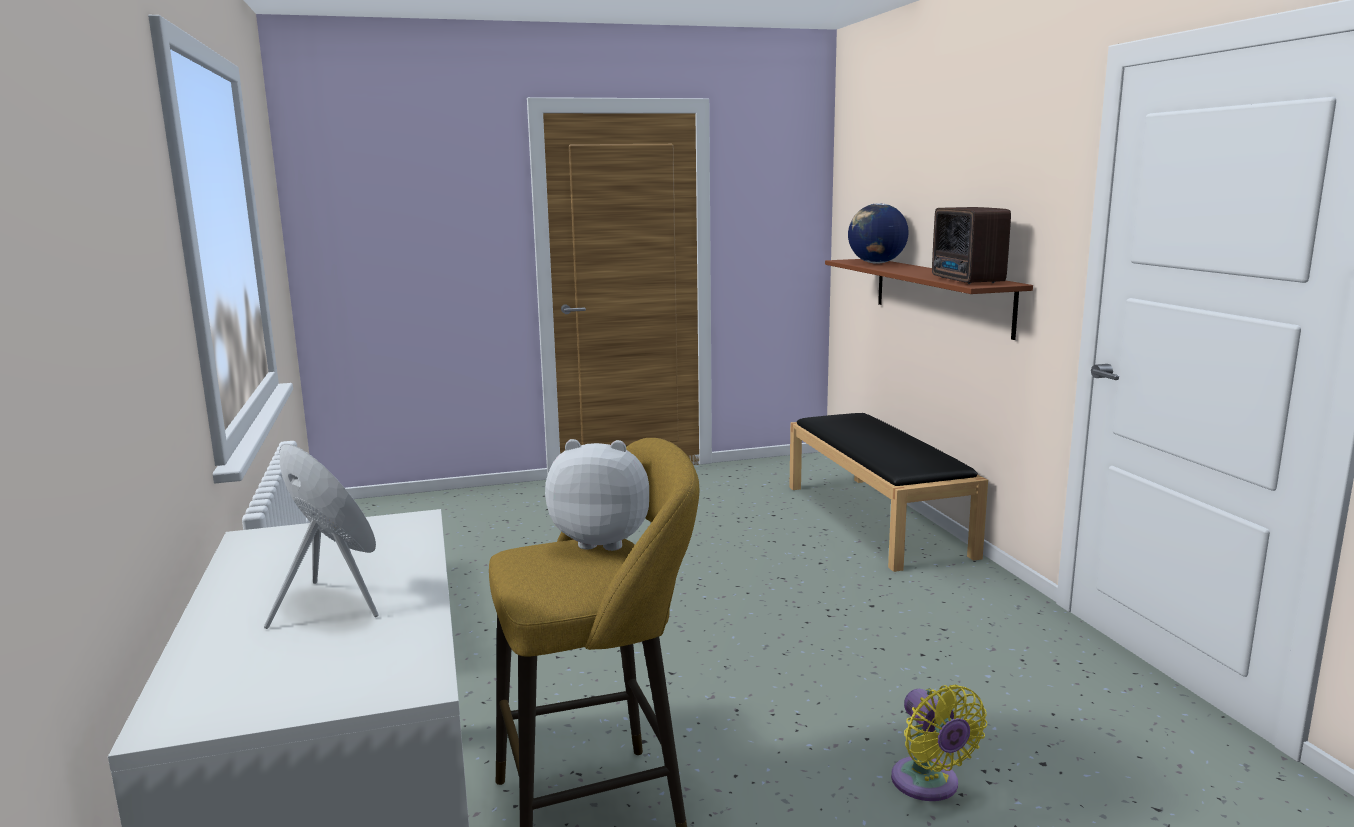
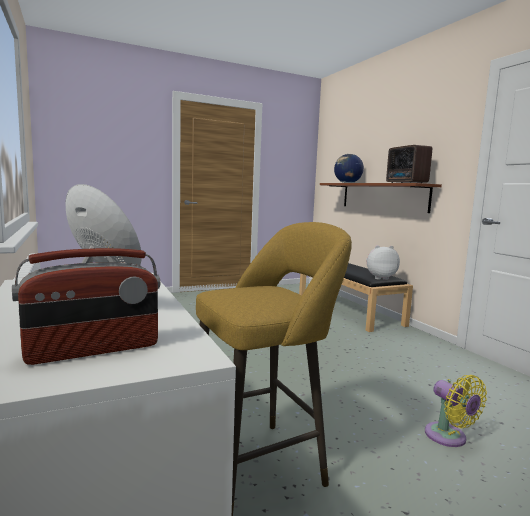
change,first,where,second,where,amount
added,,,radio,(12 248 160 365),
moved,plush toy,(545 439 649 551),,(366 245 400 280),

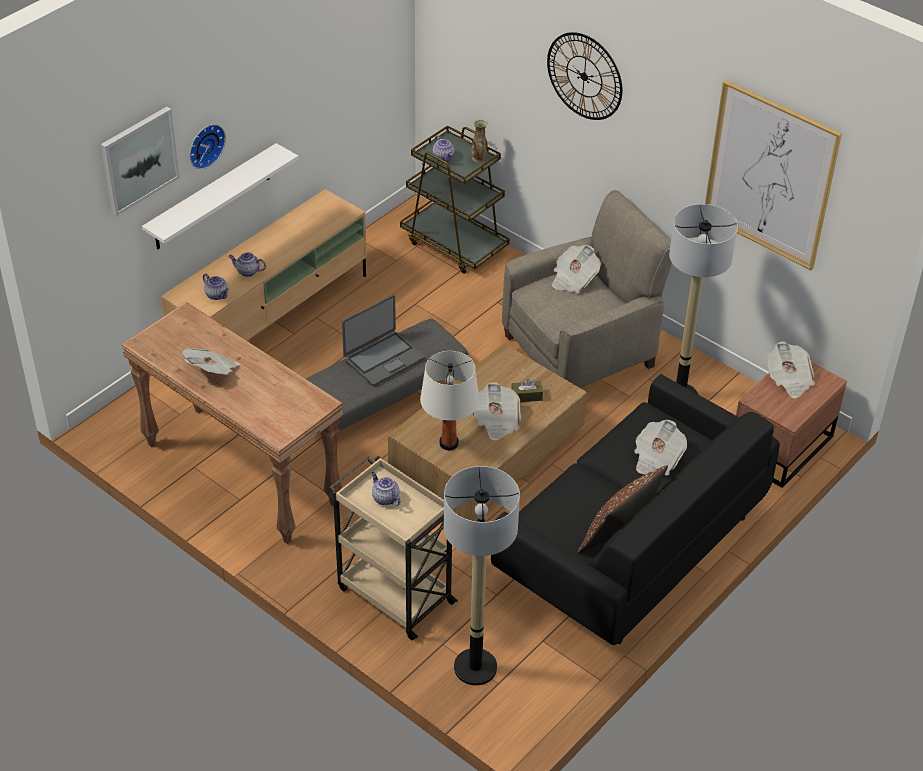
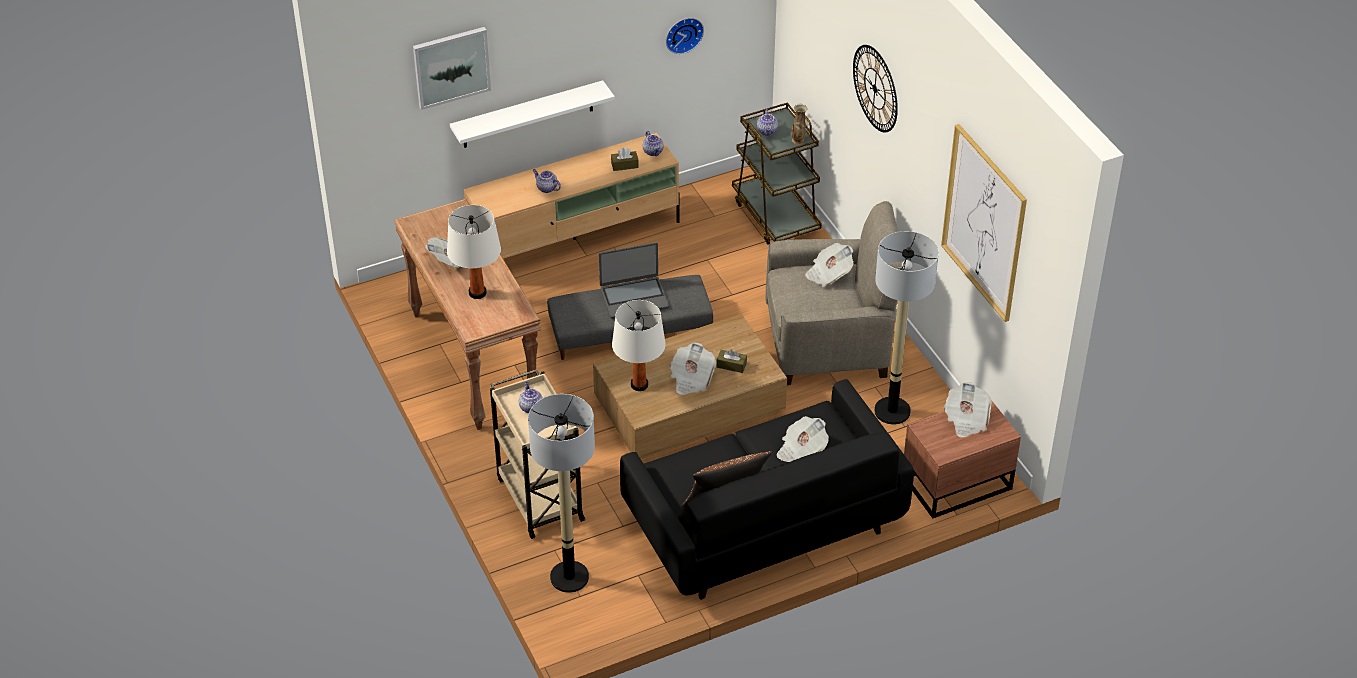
change,first,where,second,where,amount
added,,,white table lamp,(447 205 501 299),
added,,,brown tissue box,(611 148 639 171),
moved,teapot,(203 273 229 300),,(643 131 664 156),
moved,wall clock,(190 124 226 169),,(666 18 704 54),

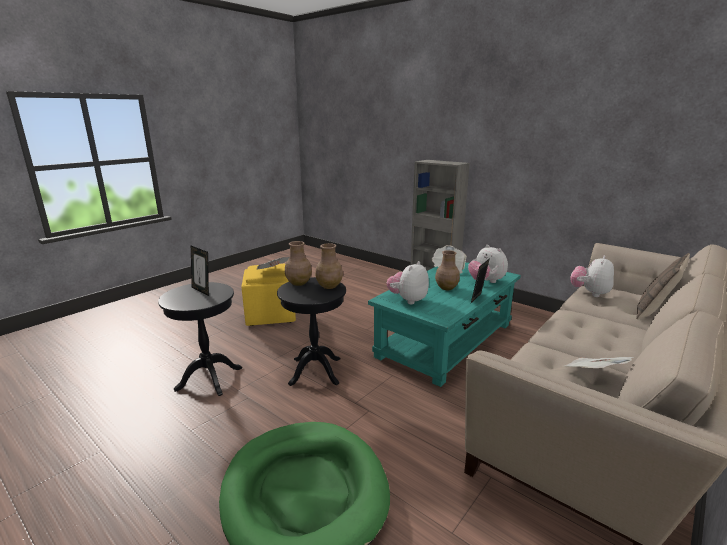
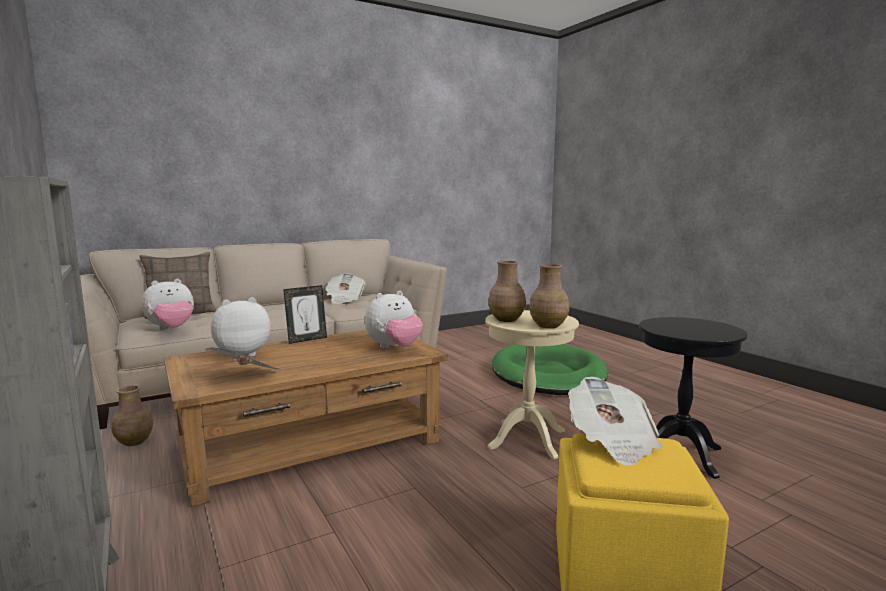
change,first,where,second,where,amount
moved,brown vase,(435 250 460 290),,(111 385 153 446),
recoloured,turquoise coffee table,(368 262 521 387),brown coffee table,(164 330 448 507),
turned,plush toy,(468 245 508 283),,(211 297 271 359),105 degrees counterclockwise
recoloured,black side table,(277 277 346 386),beige side table,(485 310 579 459),
removed,picture frame,(191 246 209 296),,,

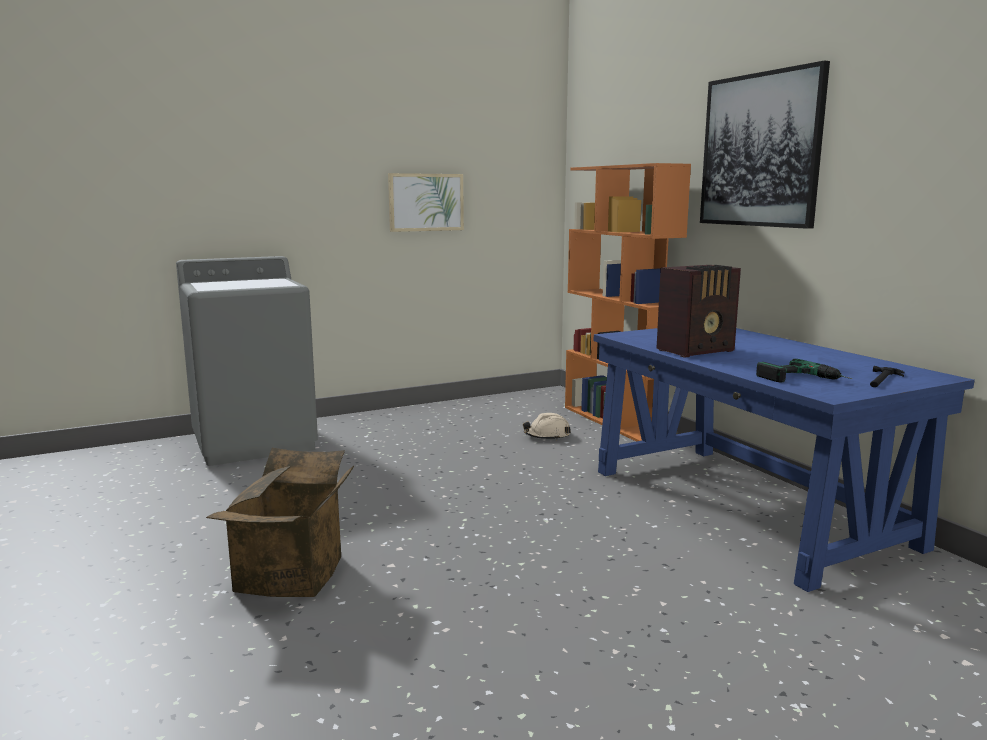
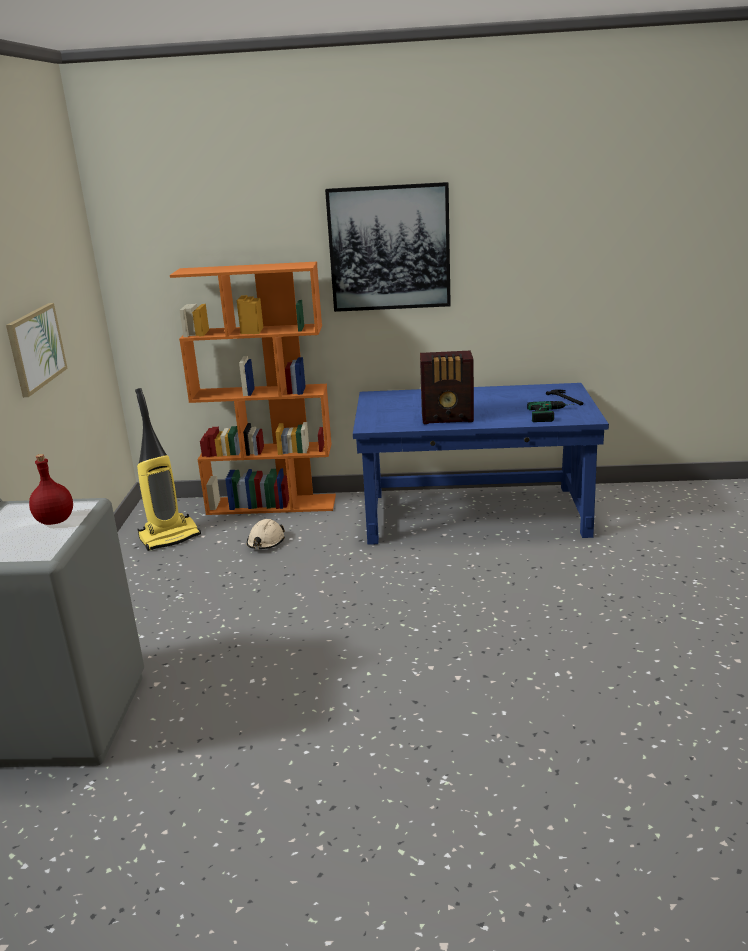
change,first,where,second,where,amount
added,,,red bottle,(29 454 73 525),
added,,,vacuum cleaner,(135 388 201 551),
turned,radio,(657 265 741 358),,(420 350 474 424),90 degrees clockwise
removed,cardboard box,(206 448 354 597),,,

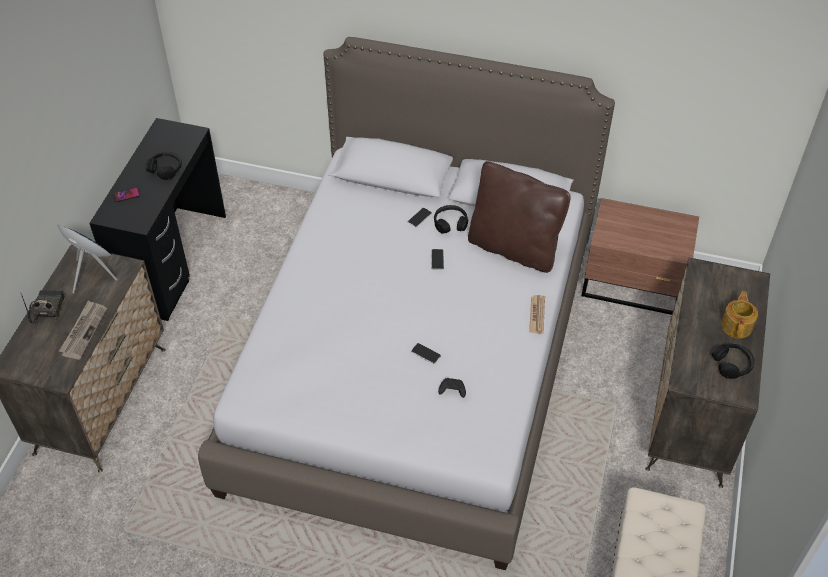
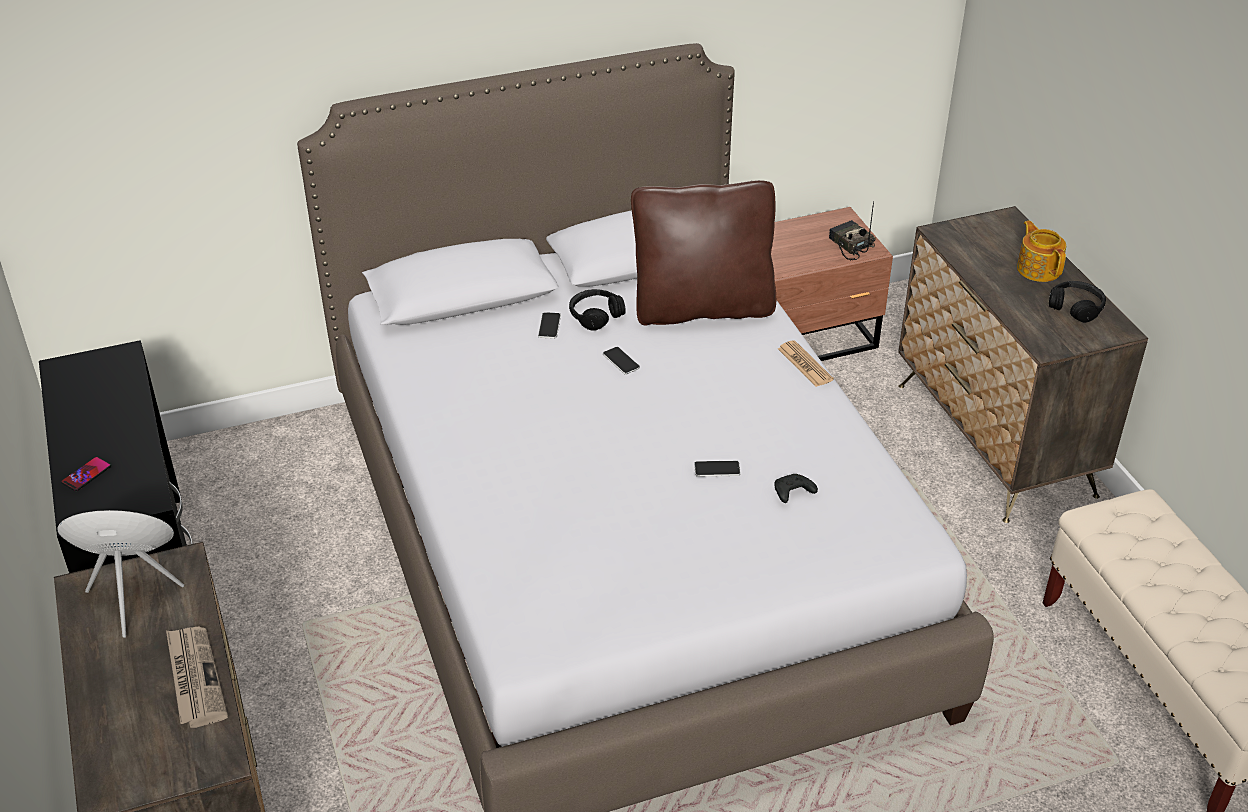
change,first,where,second,where,amount
moved,radio,(21 290 65 324),,(829 201 876 260),
removed,black headphones,(146 152 182 180),,,

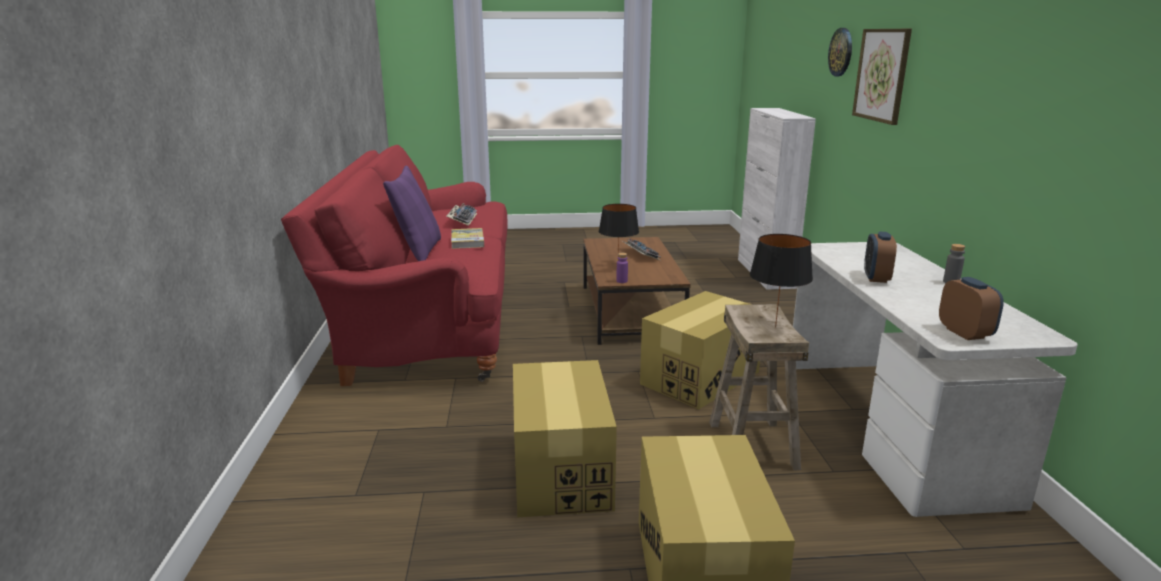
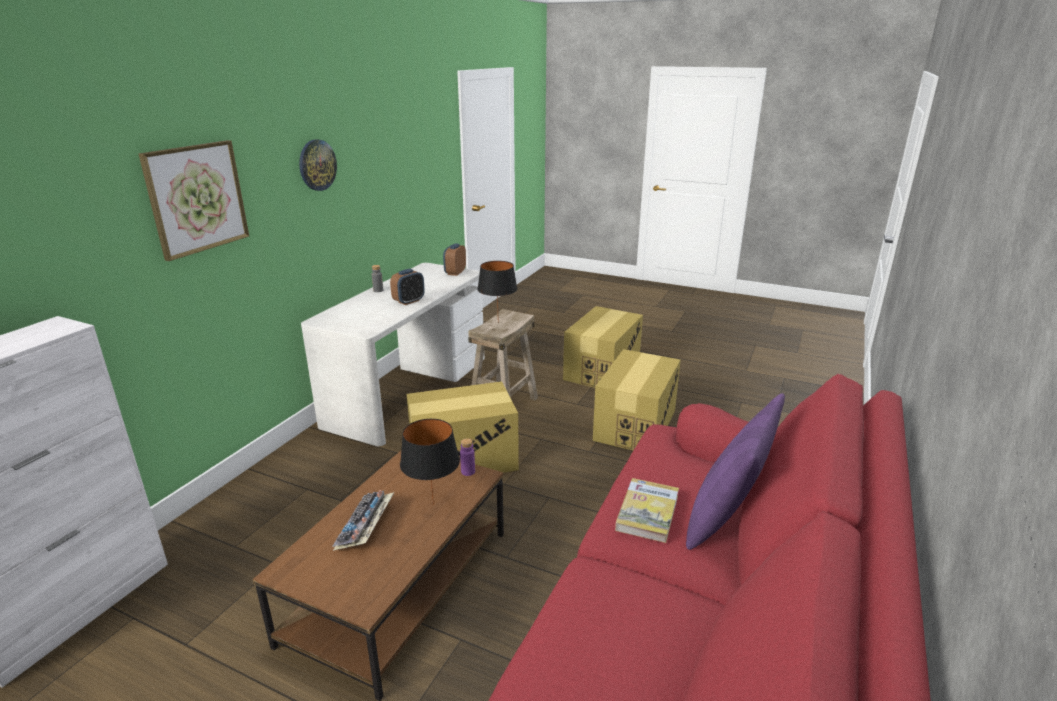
change,first,where,second,where,amount
moved,wall clock,(828 28 852 76),,(299 139 337 191),
removed,keyboard,(447 203 477 226),,,

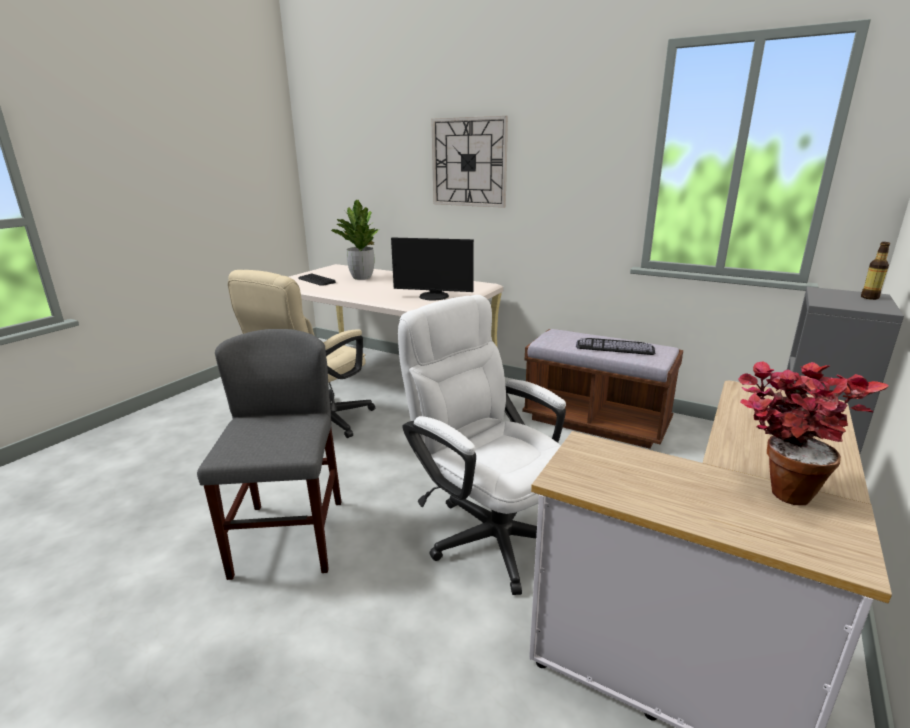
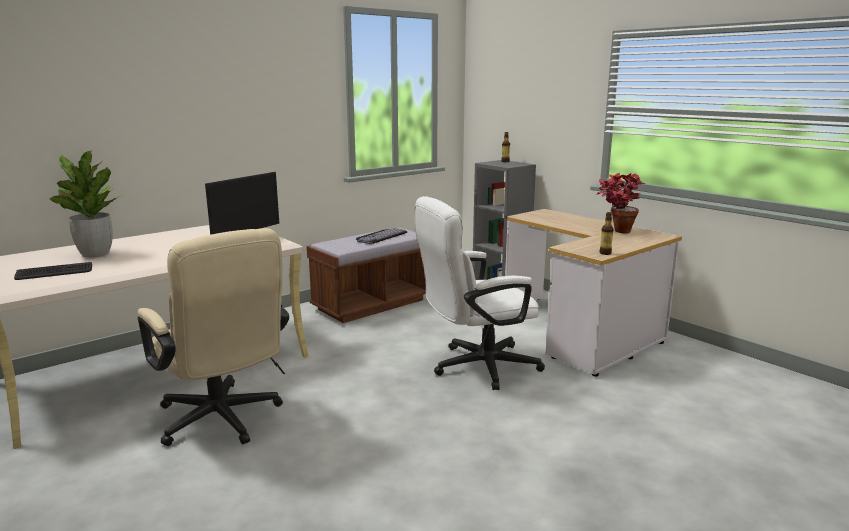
change,first,where,second,where,amount
added,,,bottle,(600 212 614 255),
removed,grey chair,(197 329 341 580),,,
removed,wall clock,(431 116 508 208),,,

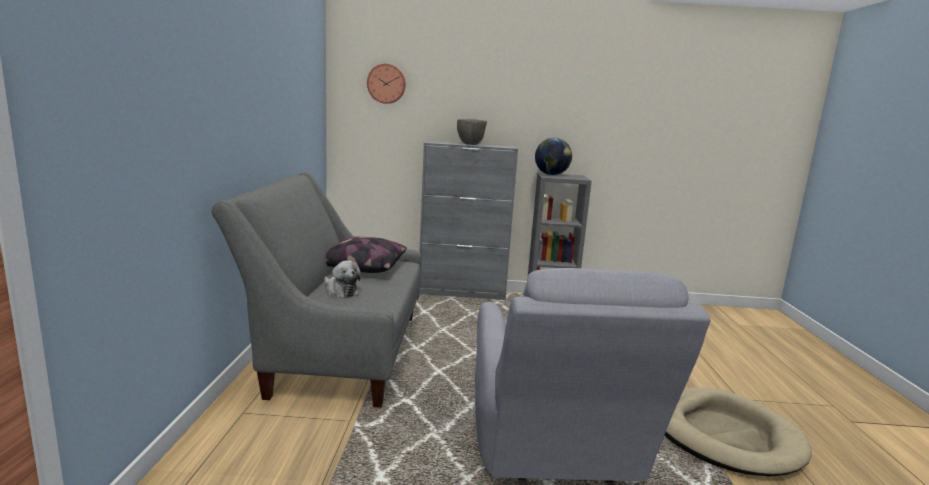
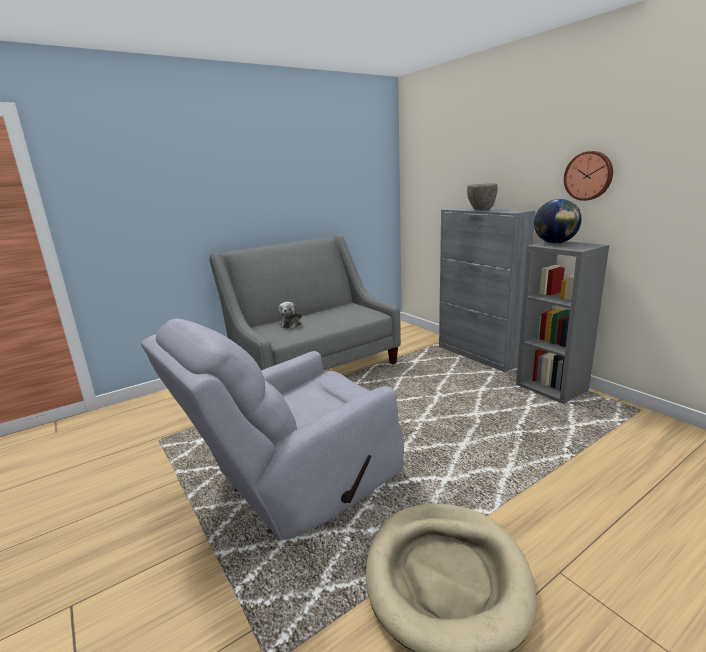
change,first,where,second,where,amount
moved,wall clock,(367 64 406 104),,(564 151 613 201),
removed,pillow,(325 237 407 273),,,

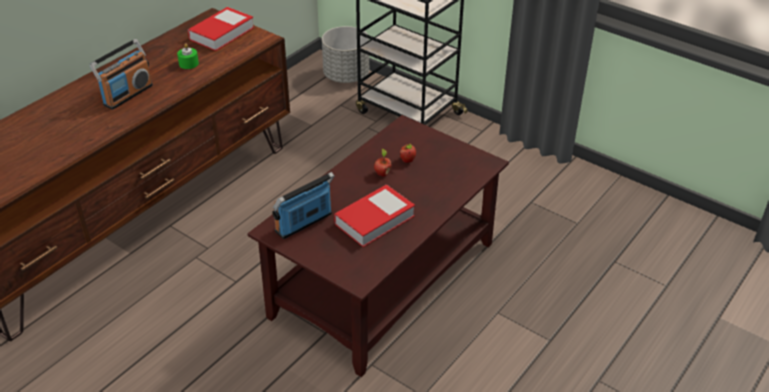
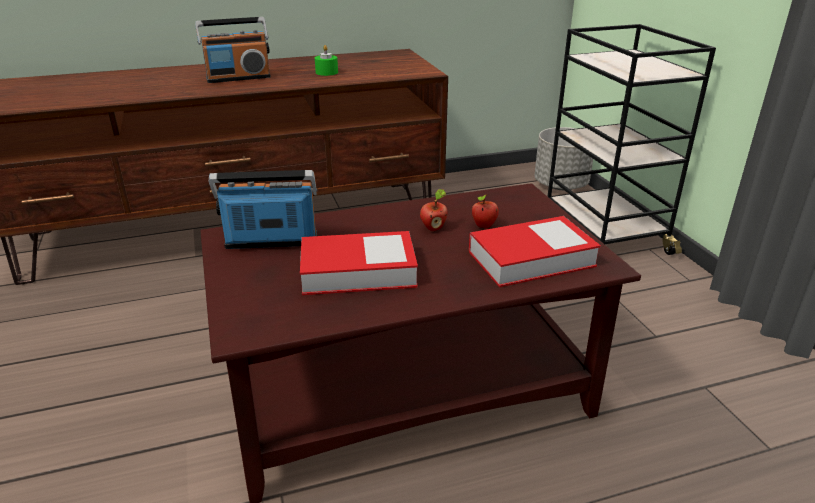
change,first,where,second,where,amount
moved,book,(188 7 254 51),,(469 216 601 287),

